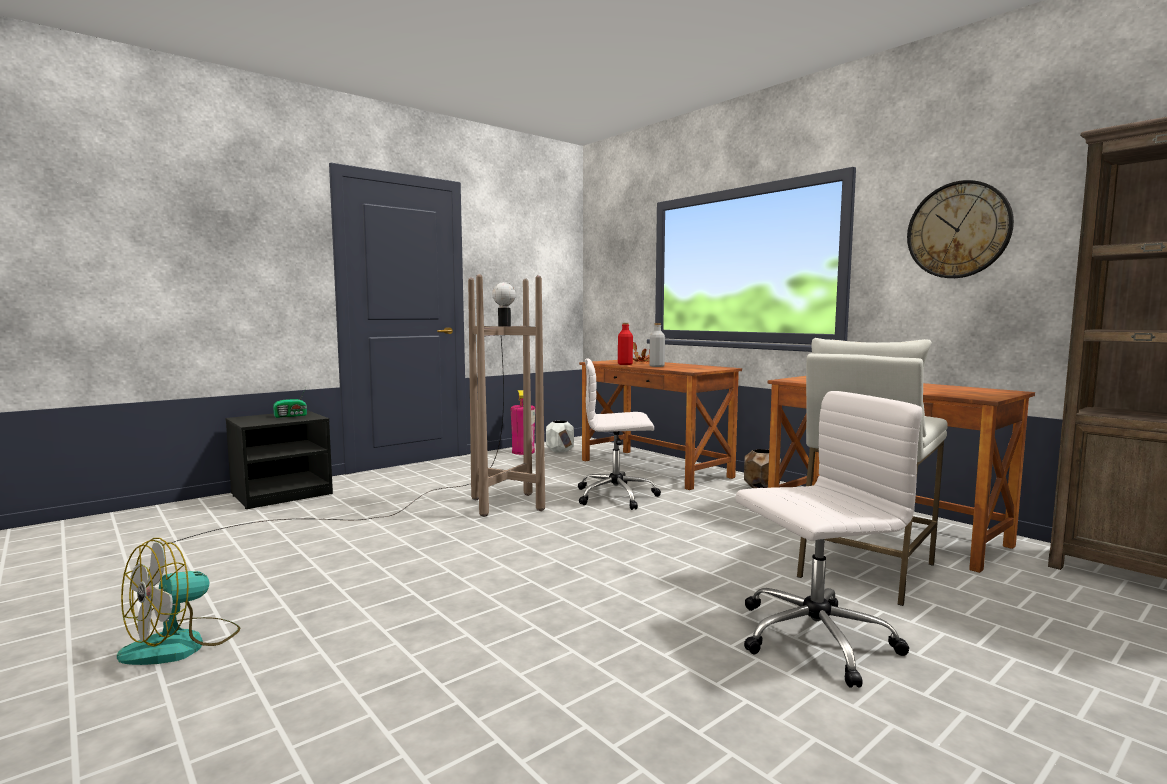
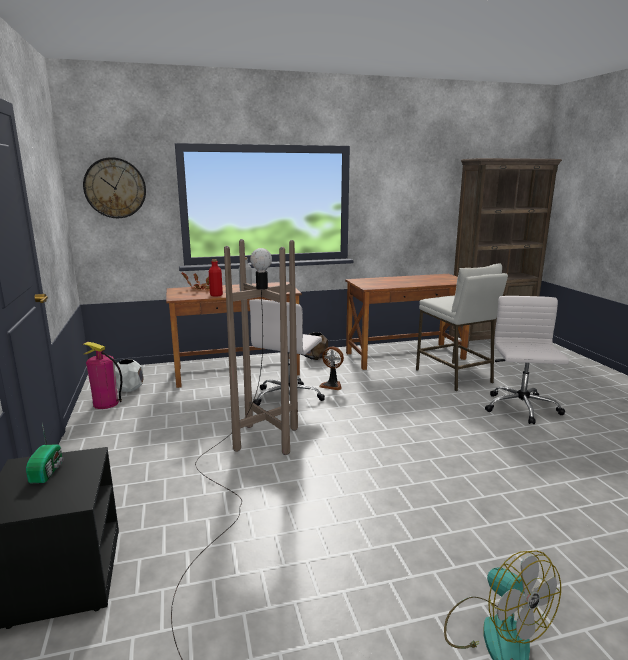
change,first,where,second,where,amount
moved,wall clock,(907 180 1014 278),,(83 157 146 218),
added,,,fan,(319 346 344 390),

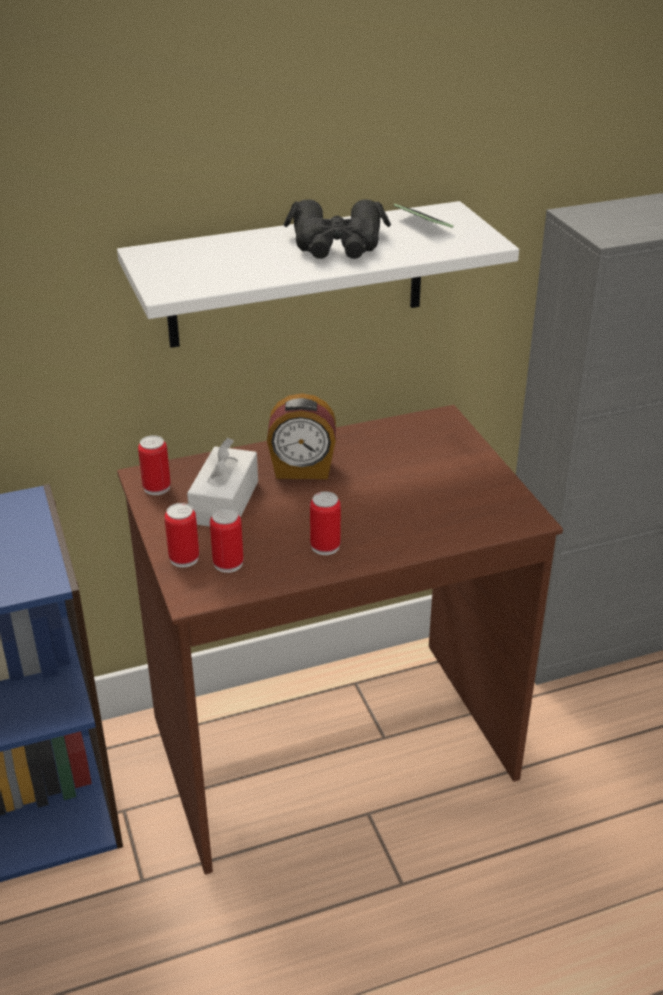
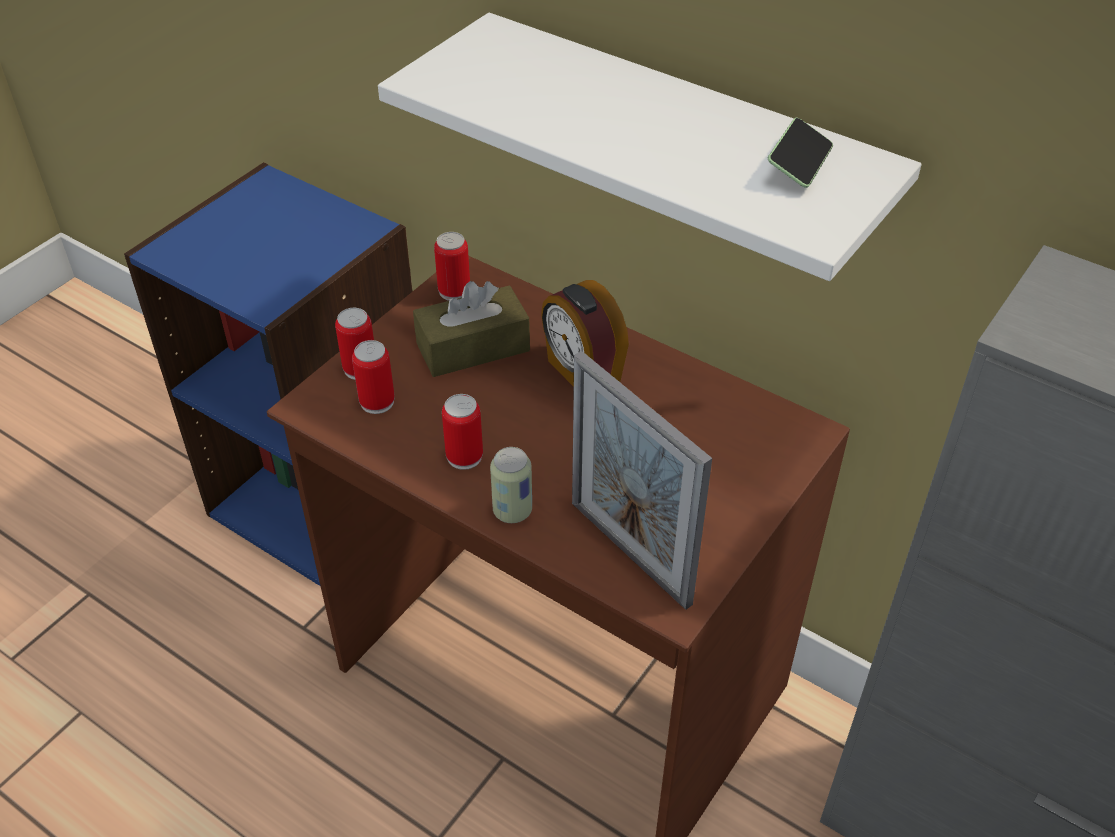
change,first,where,second,where,amount
recoloured,white tissue box,(187 438 258 527),brown tissue box,(413 281 530 377),
added,,,can,(490 447 532 523),
added,,,picture frame,(572 351 712 610),
removed,black binoculars,(284 199 391 259),,,

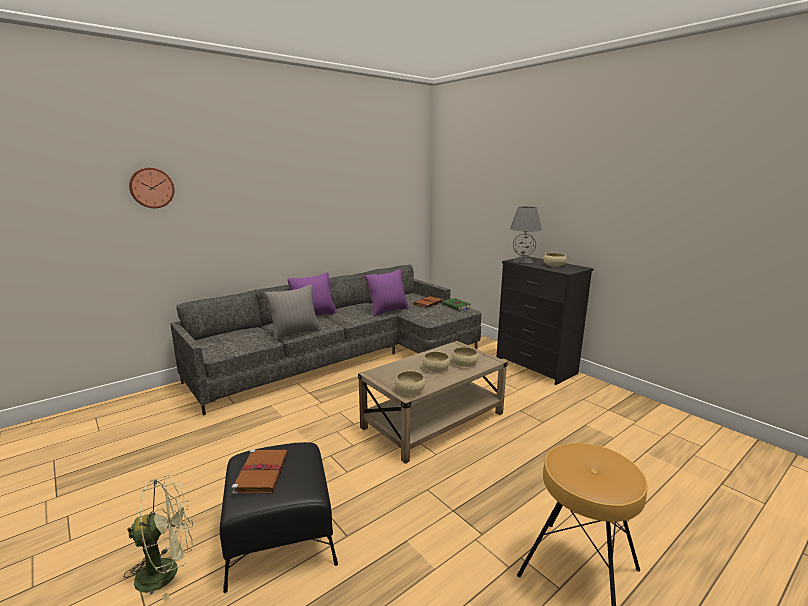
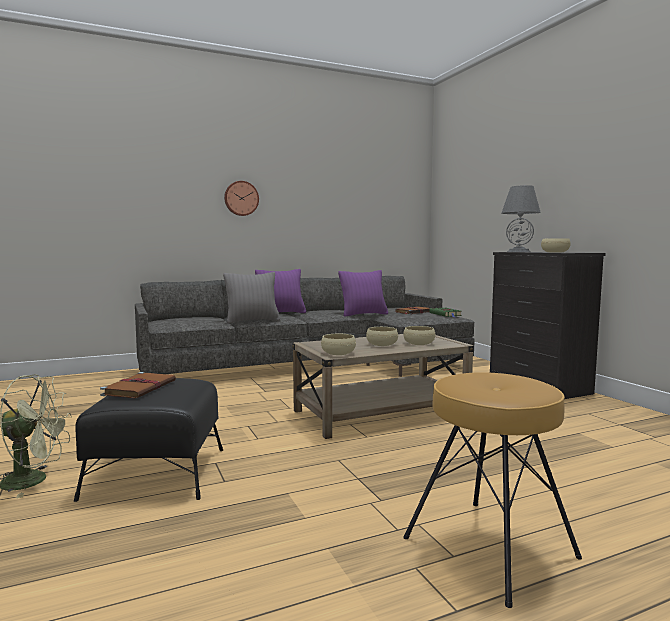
change,first,where,second,where,amount
moved,wall clock,(129 168 174 208),,(224 181 259 216),

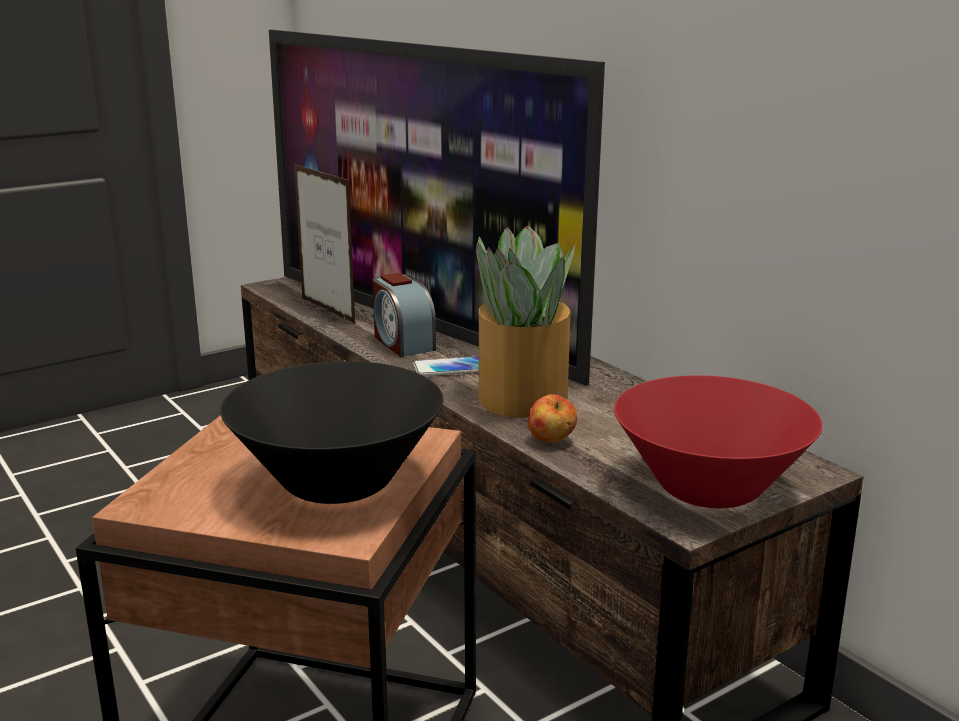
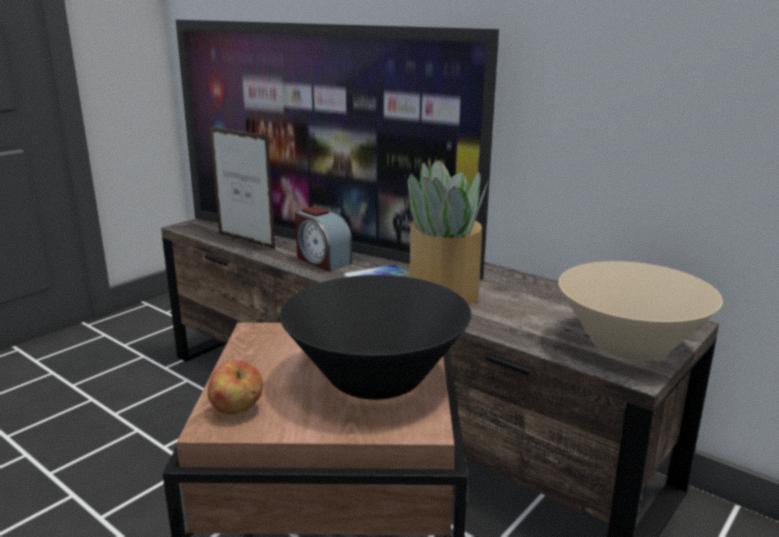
change,first,where,second,where,amount
moved,apple,(528 394 577 443),,(208 360 263 415),
recoloured,red bowl,(614 375 823 508),beige bowl,(559 261 723 361),

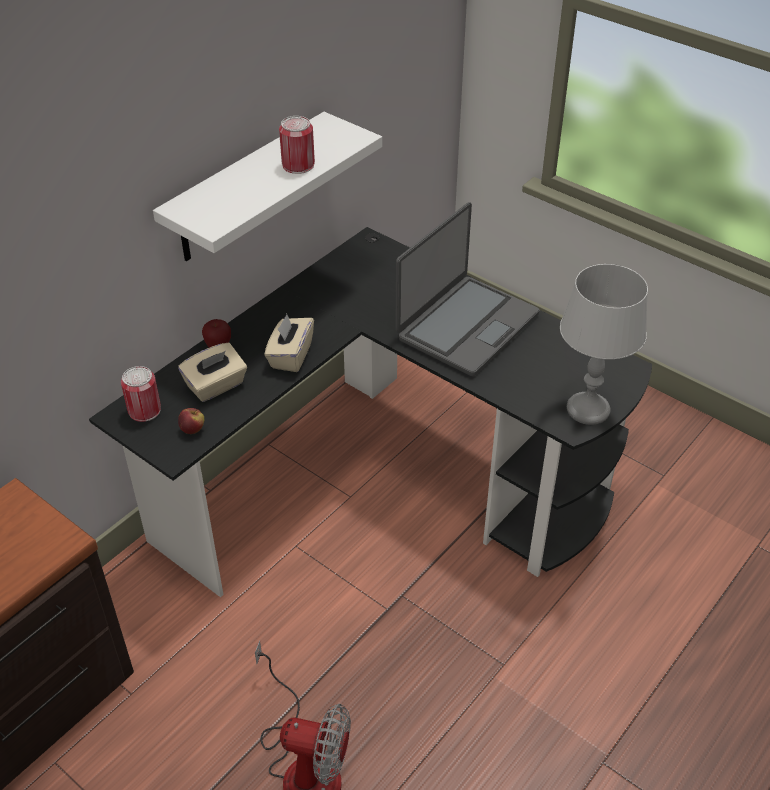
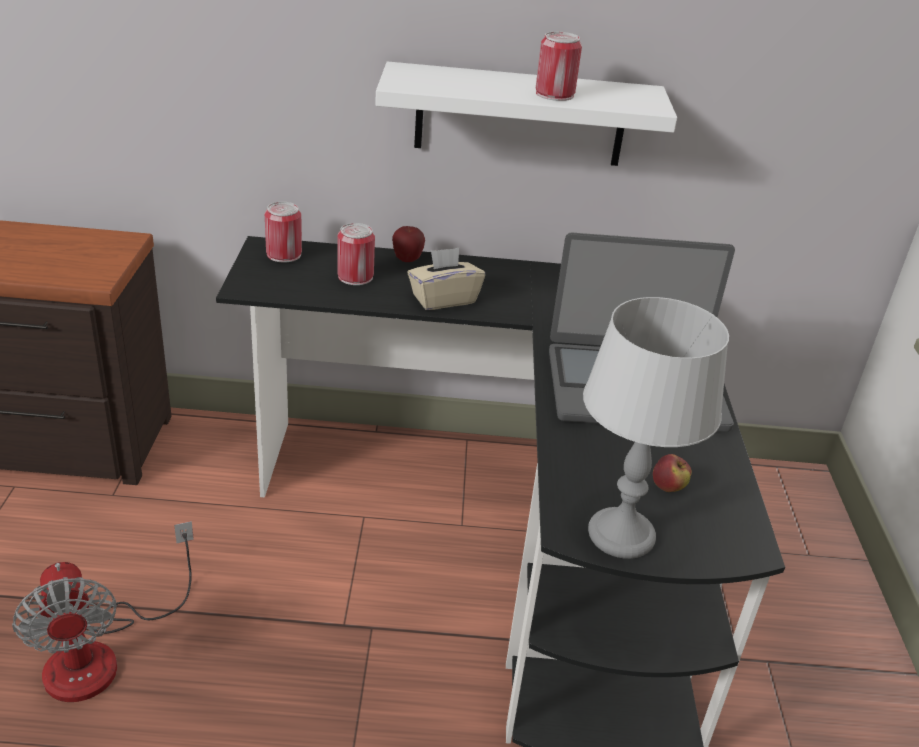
change,first,where,second,where,amount
replaced,beige tissue box,(178 343 247 402),can,(337 223 375 285),
moved,apple,(178 408 204 434),,(653 454 692 492),

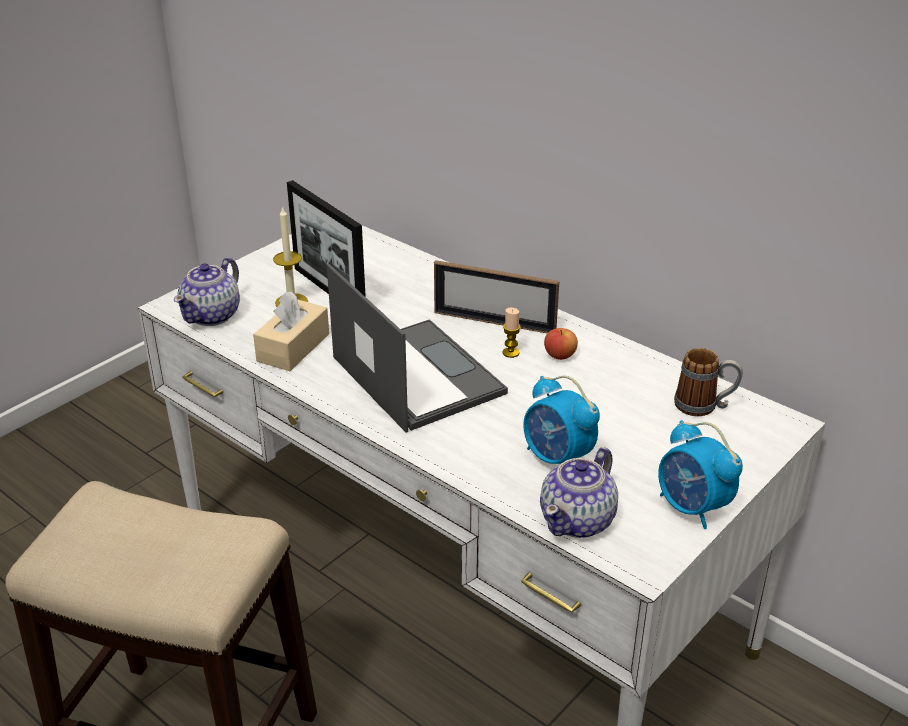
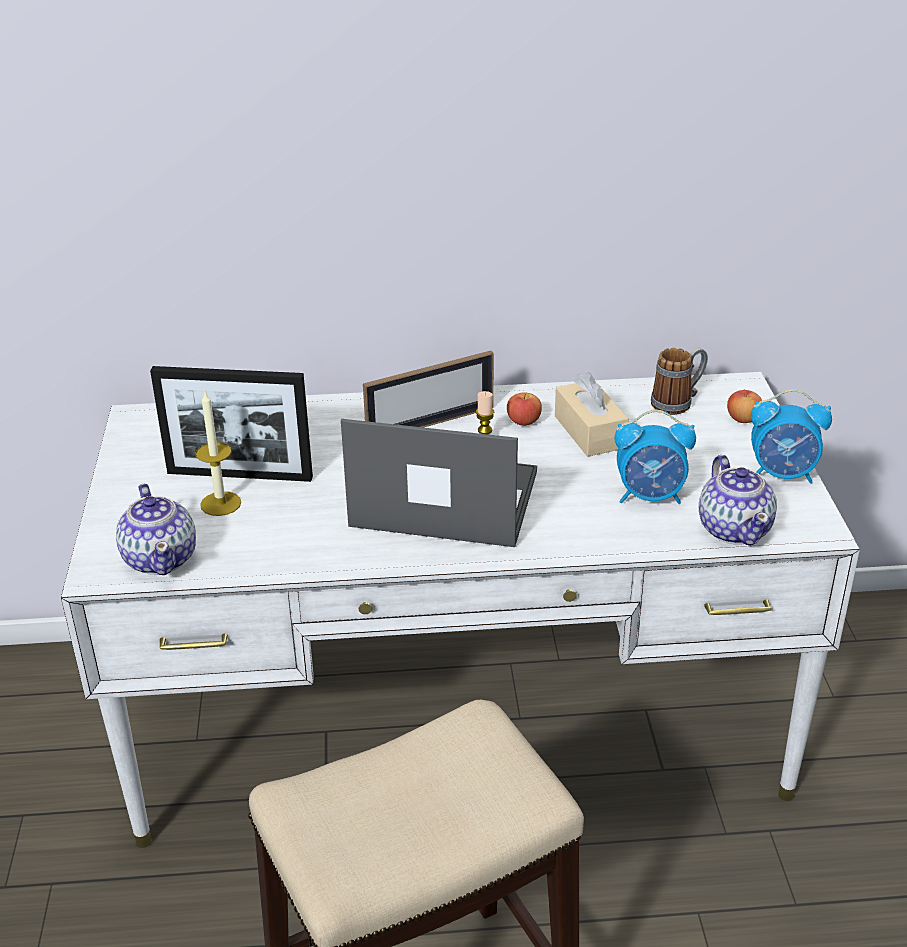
change,first,where,second,where,amount
moved,beige tissue box,(253 291 329 371),,(555 372 629 457),
added,,,apple,(727 389 762 423),

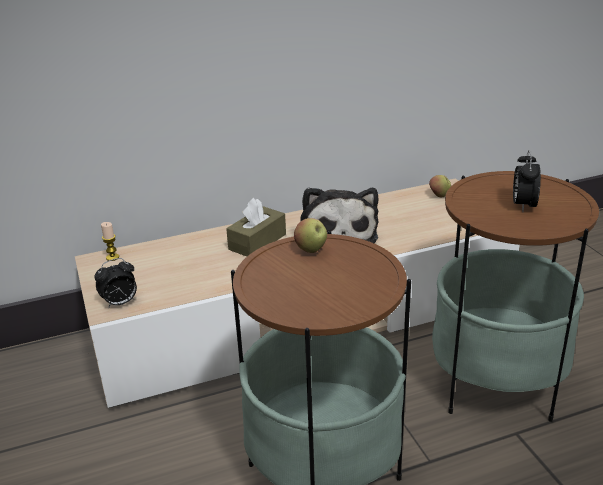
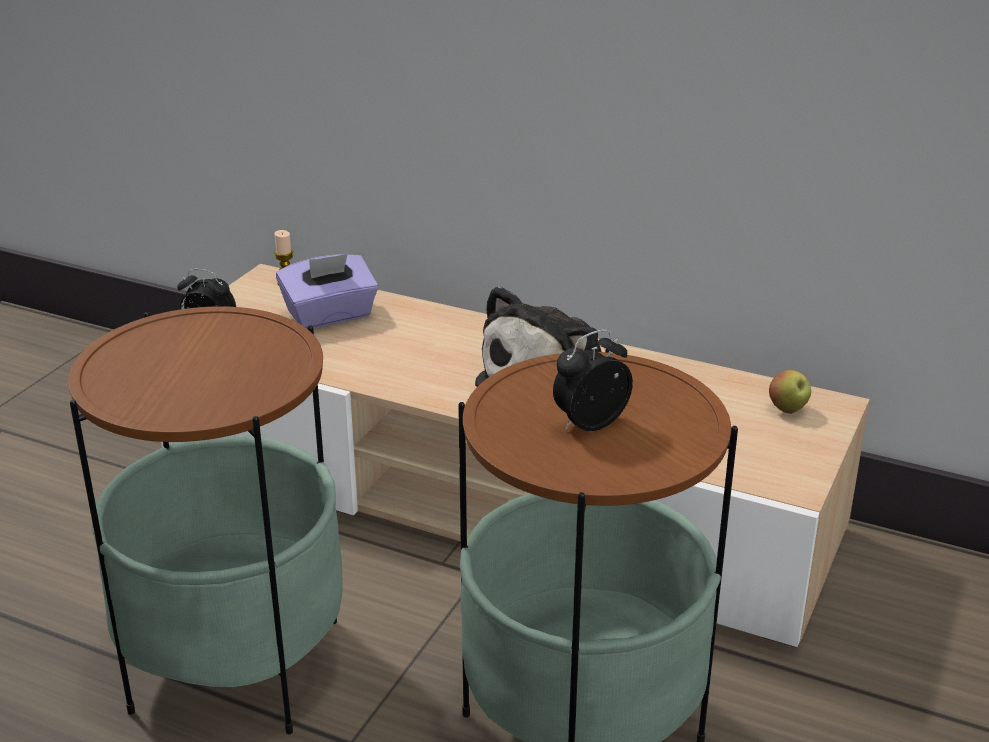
change,first,where,second,where,amount
added,,,purple tissue box,(276 254 378 329),
removed,brown tissue box,(226 198 286 257),,,
removed,apple,(294 218 327 253),,,

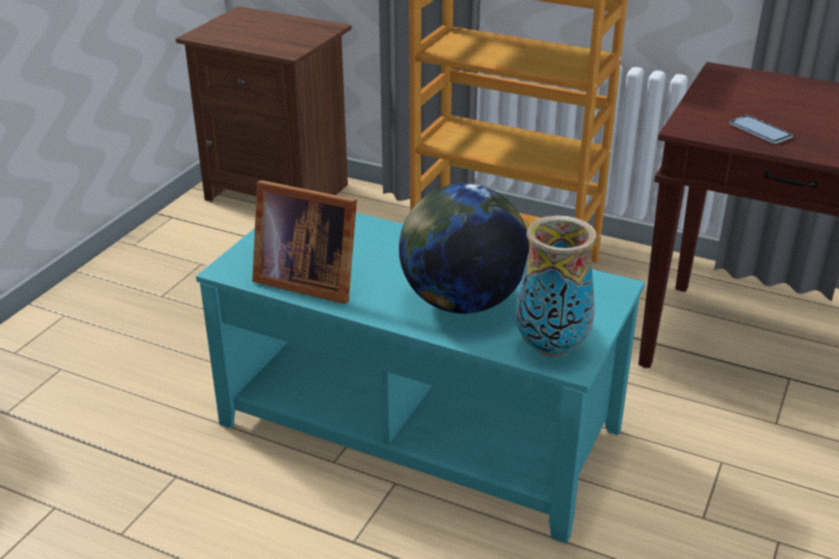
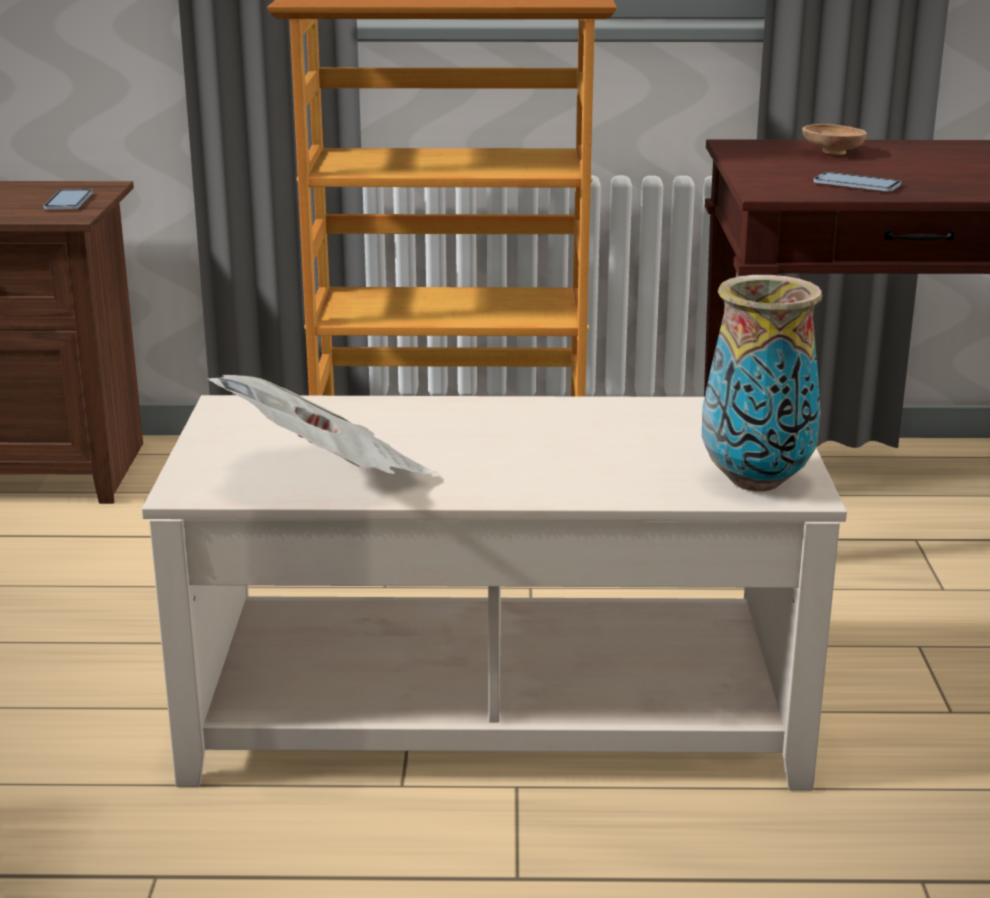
change,first,where,second,where,amount
added,,,phone,(43 189 92 210),
recoloured,turquoise coffee table,(196 213 645 544),beige coffee table,(142 395 847 790),
replaced,picture frame,(252 180 357 304),newspaper,(208 375 438 475),
added,,,brown bowl,(802 124 867 155),
removed,globe,(399 183 529 314),,,

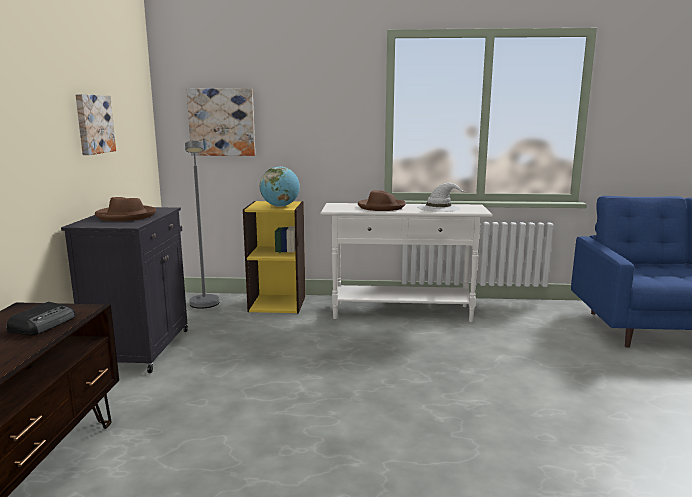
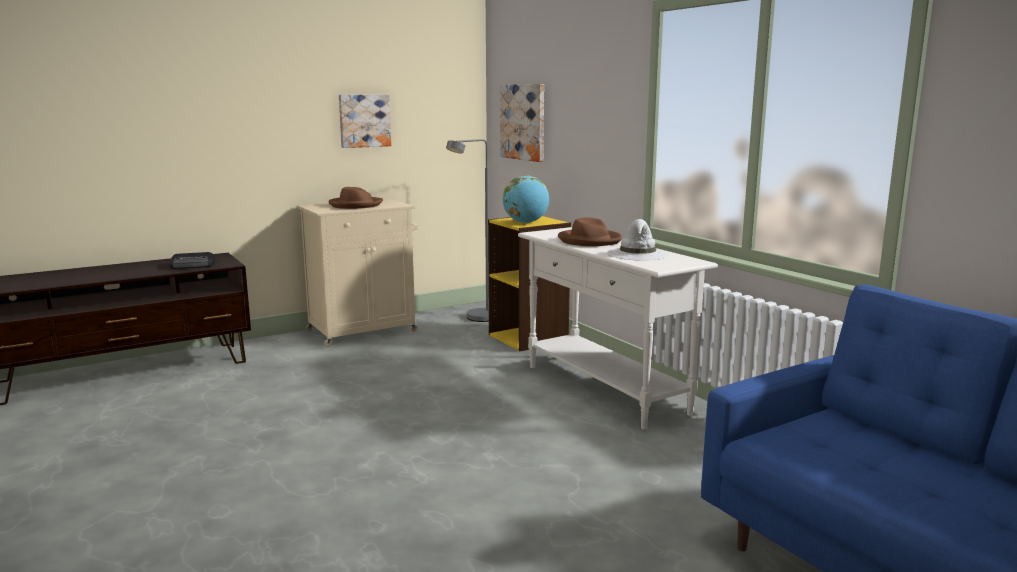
change,first,where,second,where,amount
recoloured,black cabinet,(61 207 188 373),beige cabinet,(297 198 418 347),

